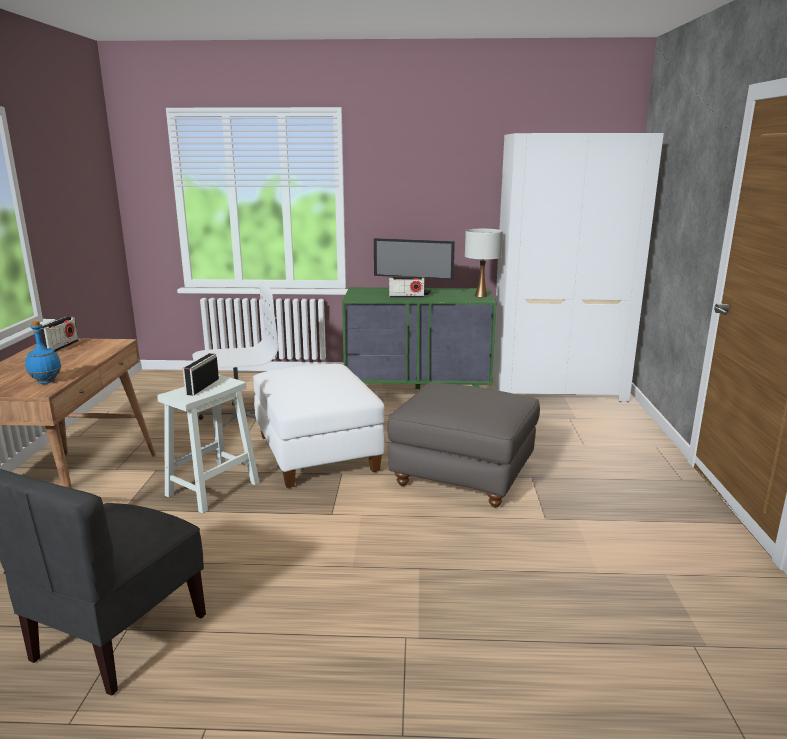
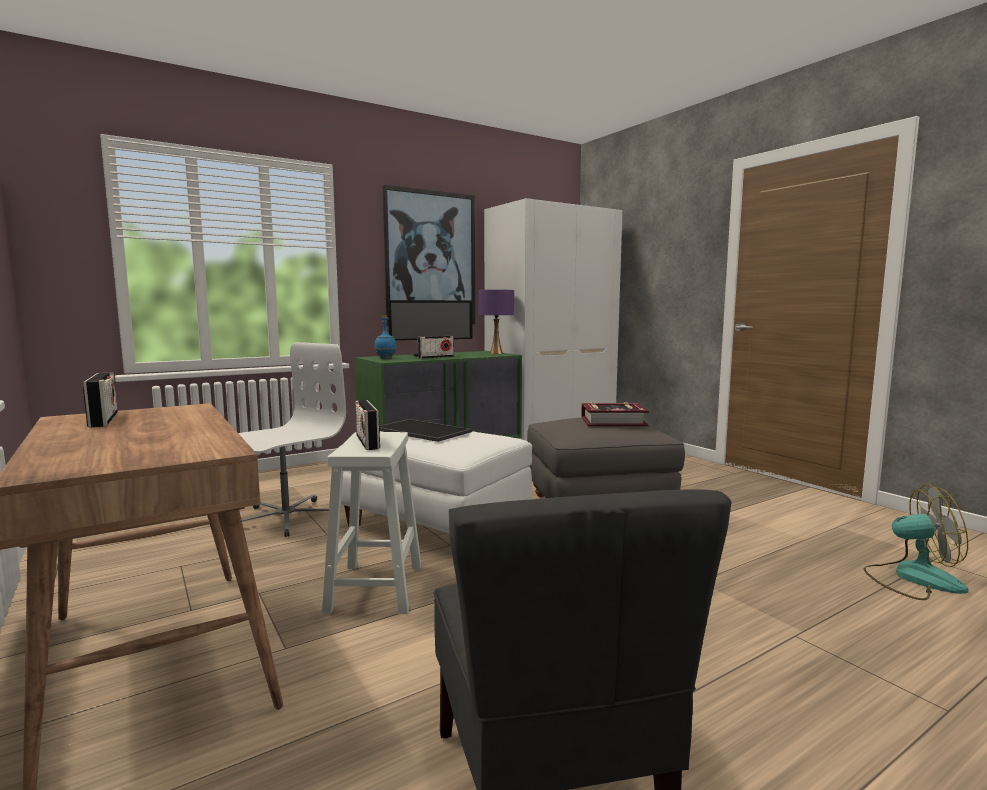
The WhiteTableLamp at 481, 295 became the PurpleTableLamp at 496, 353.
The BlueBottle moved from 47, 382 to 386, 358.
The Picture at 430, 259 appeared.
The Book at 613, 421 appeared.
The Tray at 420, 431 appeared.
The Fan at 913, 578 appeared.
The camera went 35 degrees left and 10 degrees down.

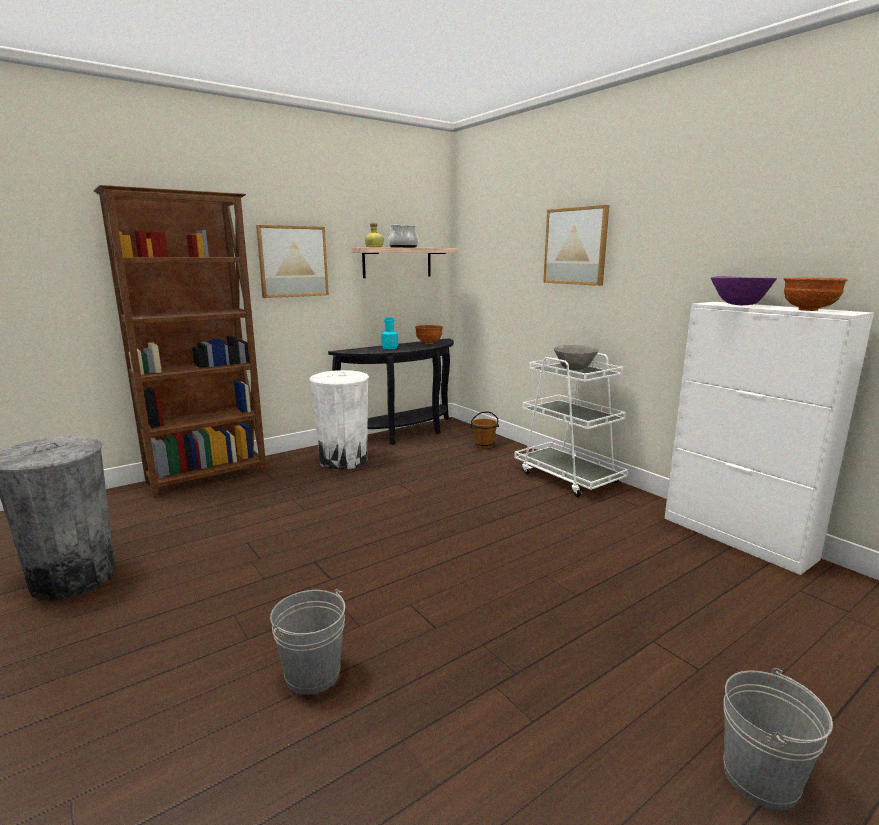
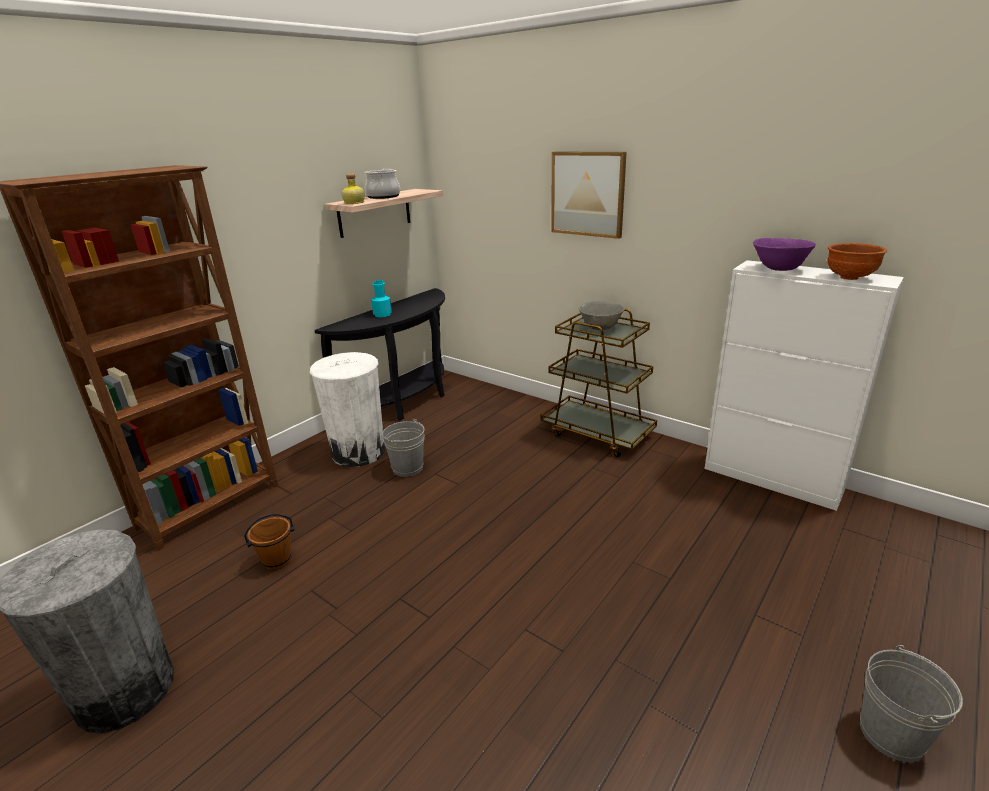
The Picture at 293, 261 disappeared.
The BrownBowl at 429, 343 disappeared.
The WhiteCart at 568, 477 became the BrownCart at 598, 433.
The BrownBucket moved from 484, 446 to 277, 560.
The GreyBucket moved from 312, 674 to 407, 468.
The camera went 15 degrees left and 10 degrees up.

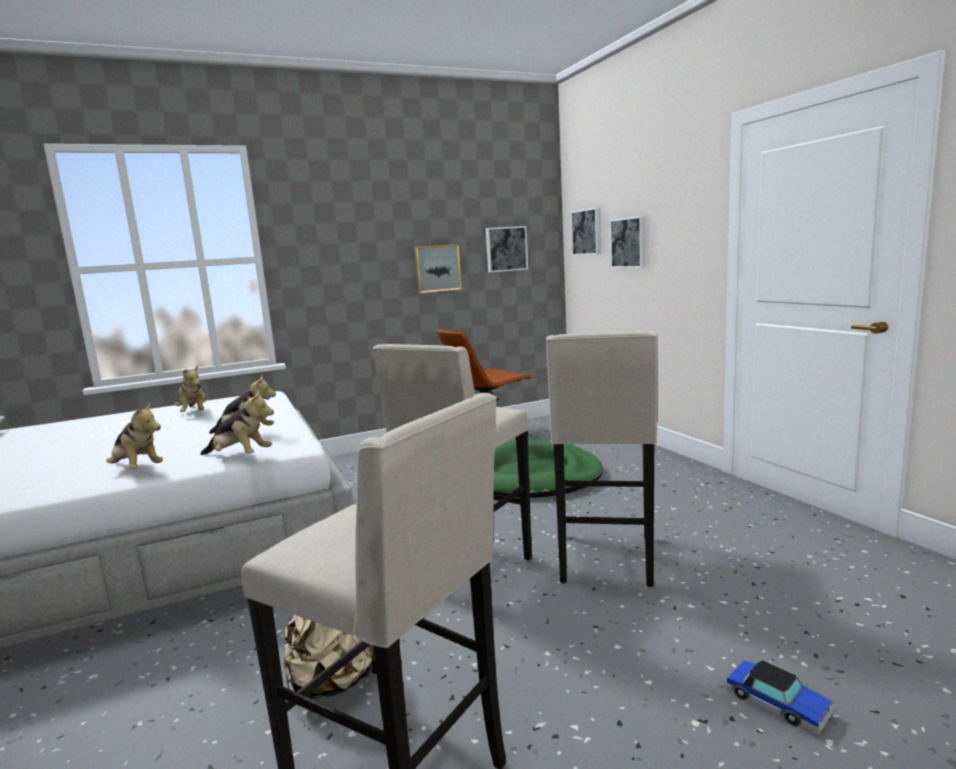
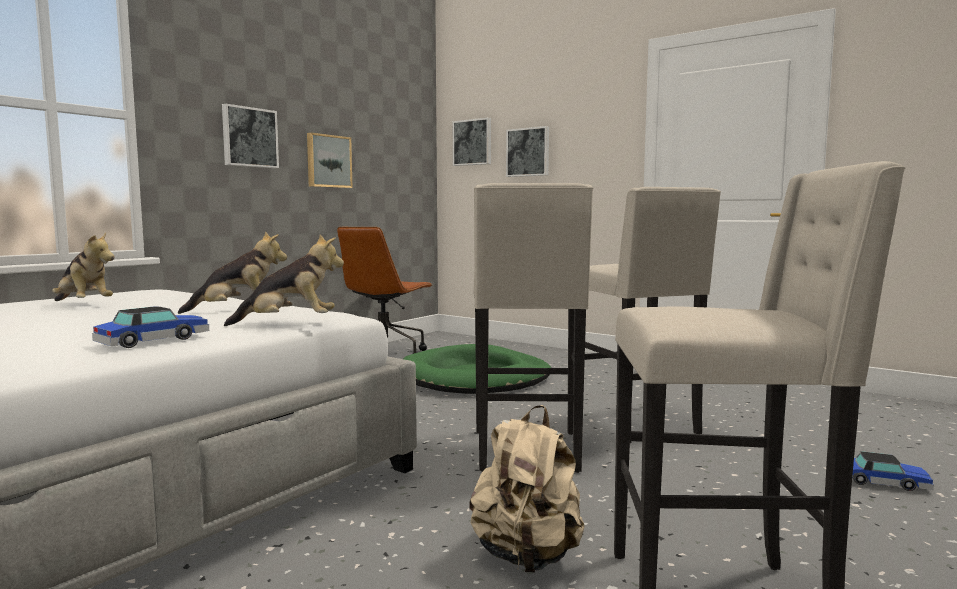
The Picture moved from 506, 249 to 249, 137.
The PlushToy at 136, 469 was replaced by the ToyCar at 153, 340.
The camera went 30 degrees left and 5 degrees down.

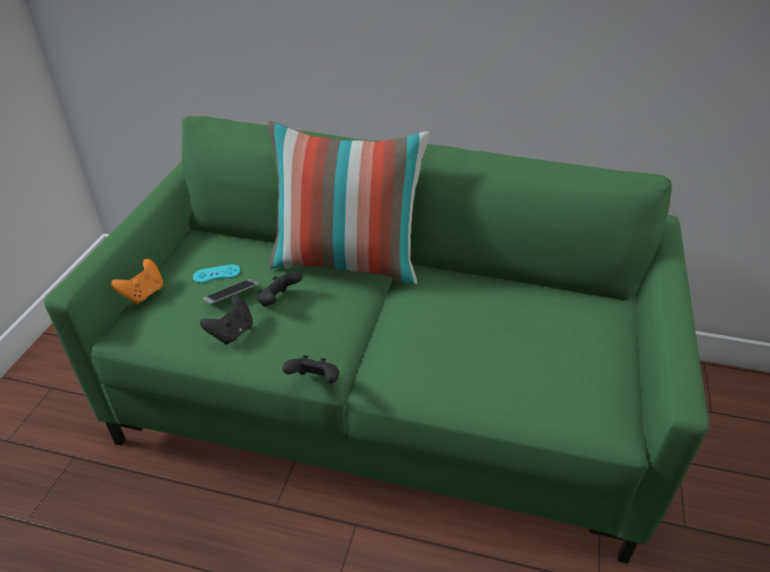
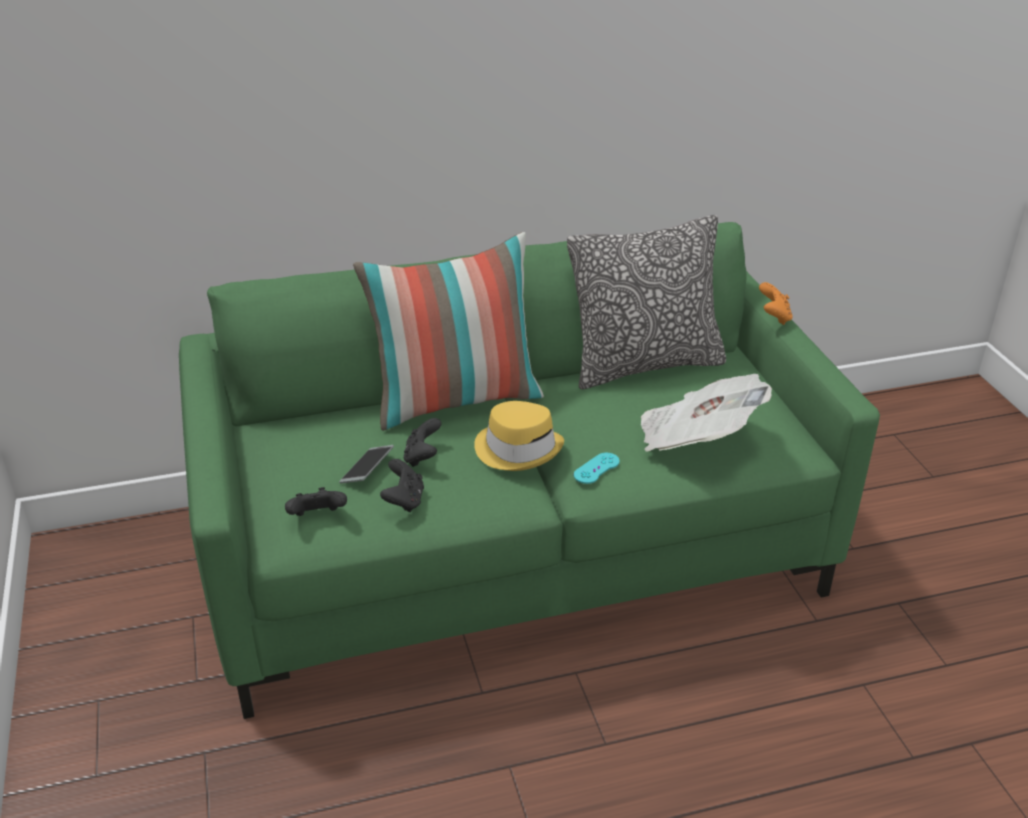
The OrangeGameController moved from 143, 294 to 774, 317.
The TurquoiseGameController moved from 216, 274 to 596, 468.
The BlackGameController moved from 315, 381 to 317, 517.
The Pillow at 644, 365 appeared.
The Newspaper at 696, 439 appeared.
The YellowHat at 518, 449 appeared.
The camera went 30 degrees left and 5 degrees down.

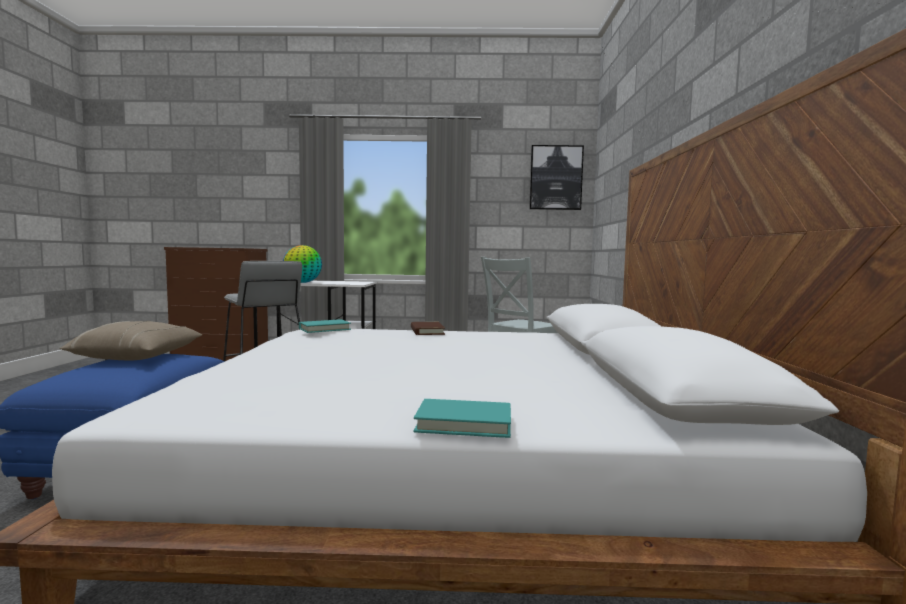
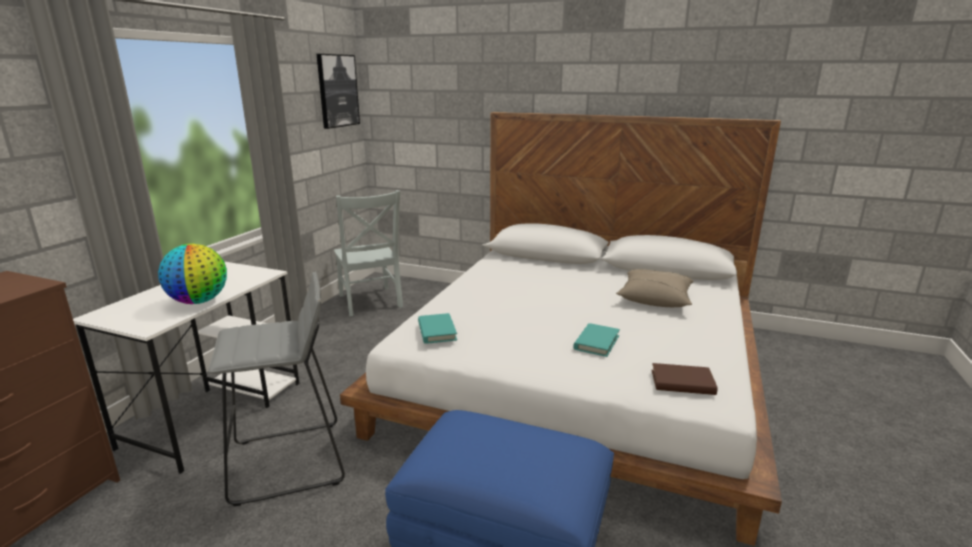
The BeigePillow moved from 138, 357 to 655, 299.
The BrownBook moved from 427, 331 to 682, 382.
The TurquoiseBook moved from 464, 423 to 596, 342.
The camera went 70 degrees left and 15 degrees up.

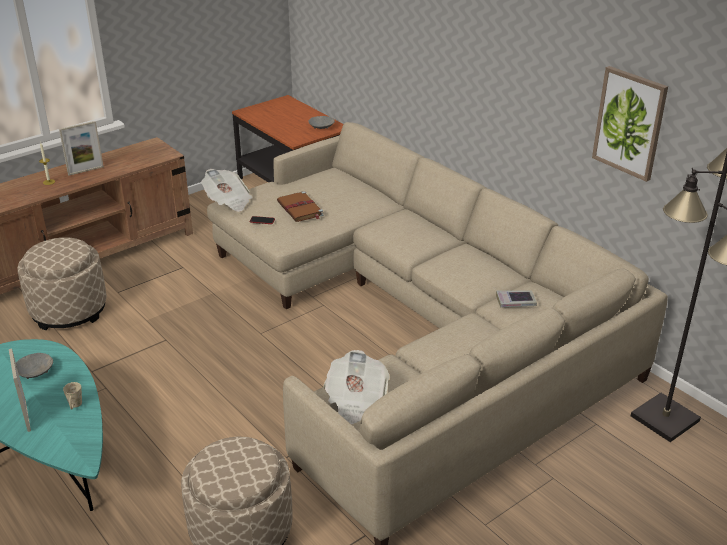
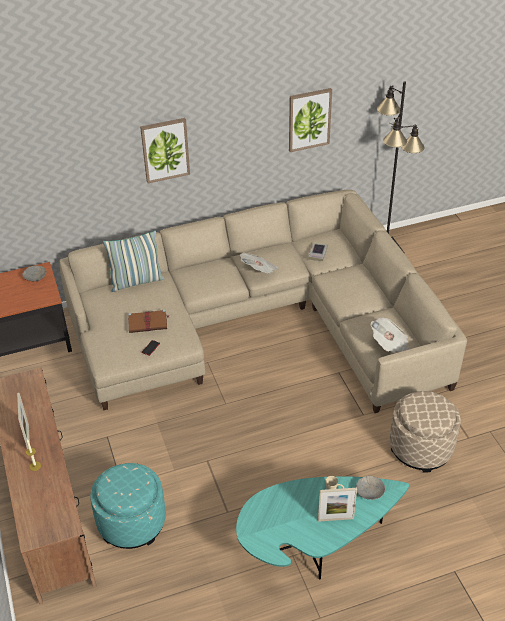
The Newspaper moved from 228, 201 to 259, 271.
The BeigeOttoman at 69, 310 became the TurquoiseOttoman at 132, 522.
The GreyBowl moved from 35, 371 to 369, 491.
The Picture at 165, 150 appeared.
The Pillow at 136, 281 appeared.
The camera went 70 degrees left and 10 degrees up.

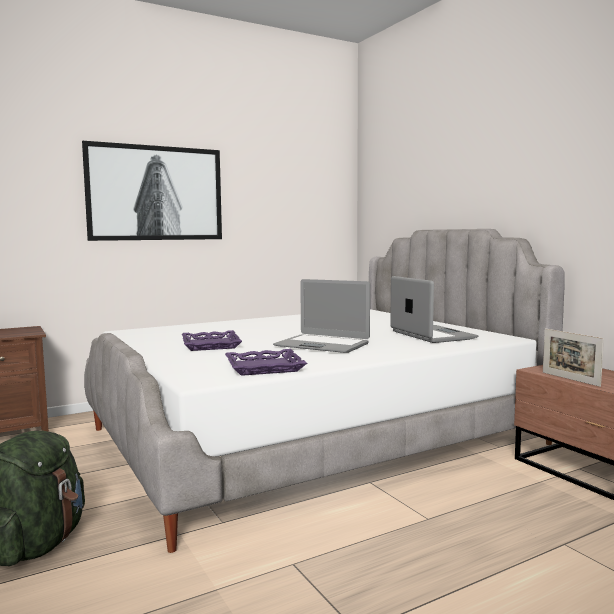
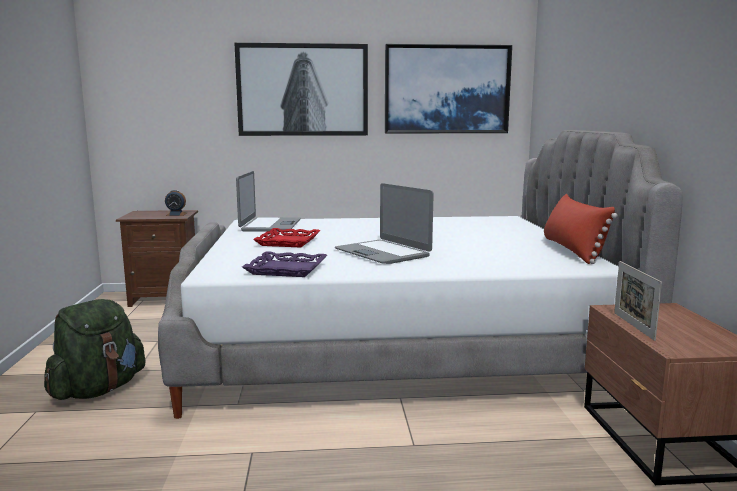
The Laptop moved from 431, 335 to 270, 225.
The PurpleTray at 210, 345 became the RedTray at 287, 242.
The Picture at 446, 89 appeared.
The AlarmClock at 176, 214 appeared.
The RedPillow at 572, 250 appeared.
The camera went 25 degrees right and 5 degrees up.

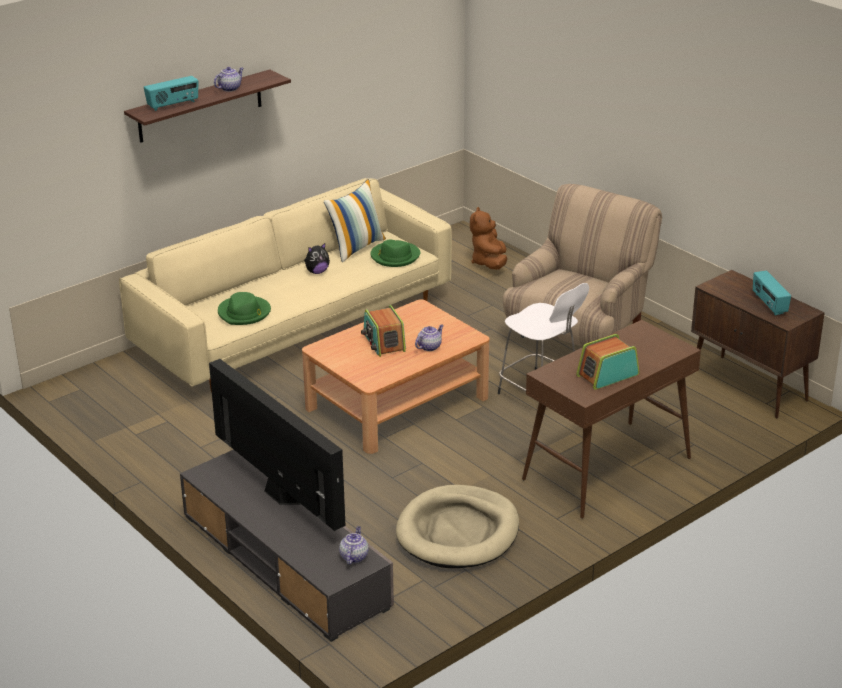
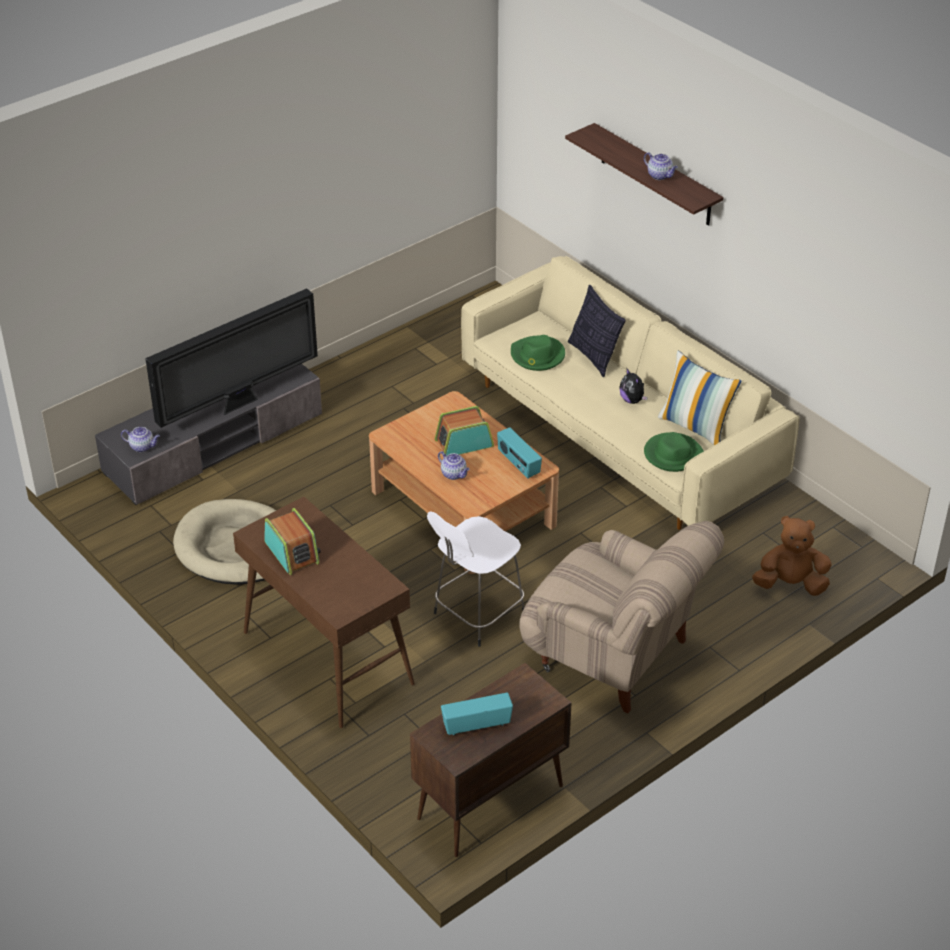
The Radio moved from 173, 105 to 518, 464.
The Pillow at 594, 357 appeared.
The camera went 90 degrees right and 10 degrees up.

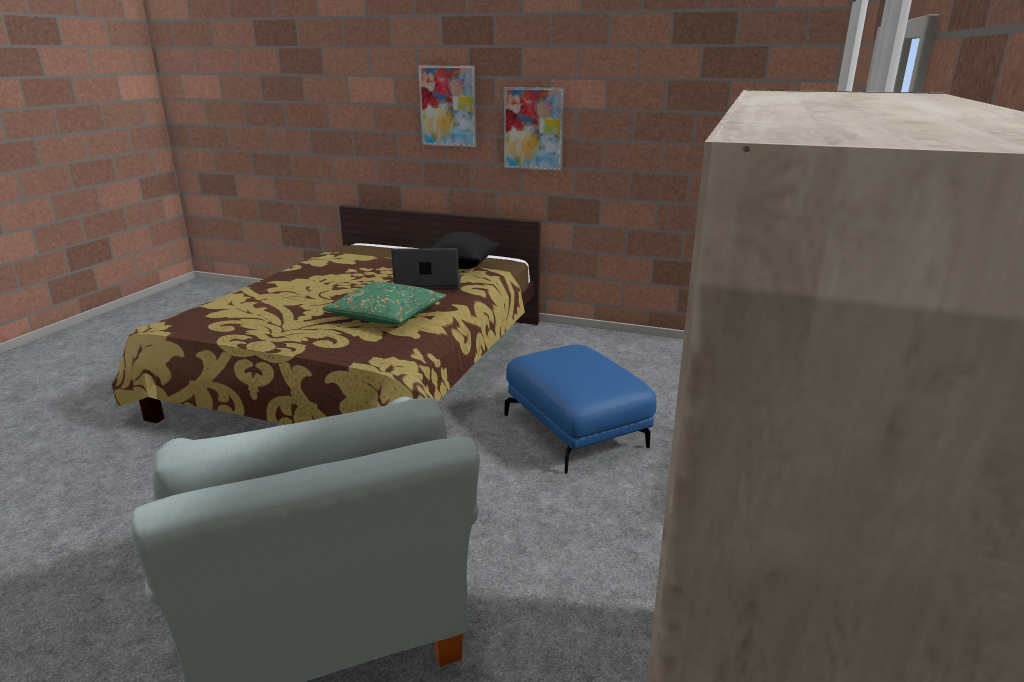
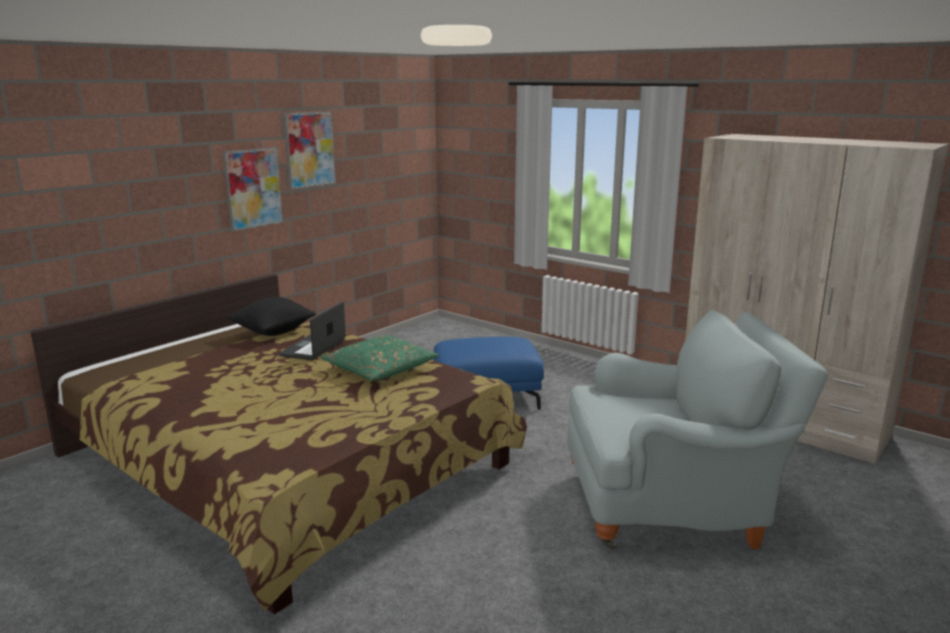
The Picture moved from 448, 106 to 309, 149.
The camera went 70 degrees left and 5 degrees down.

